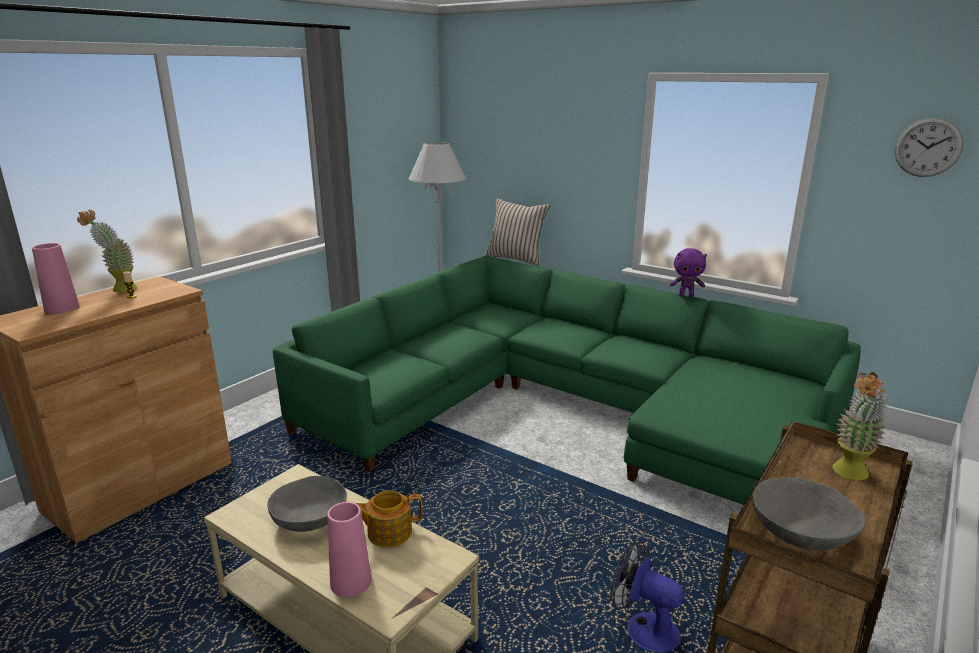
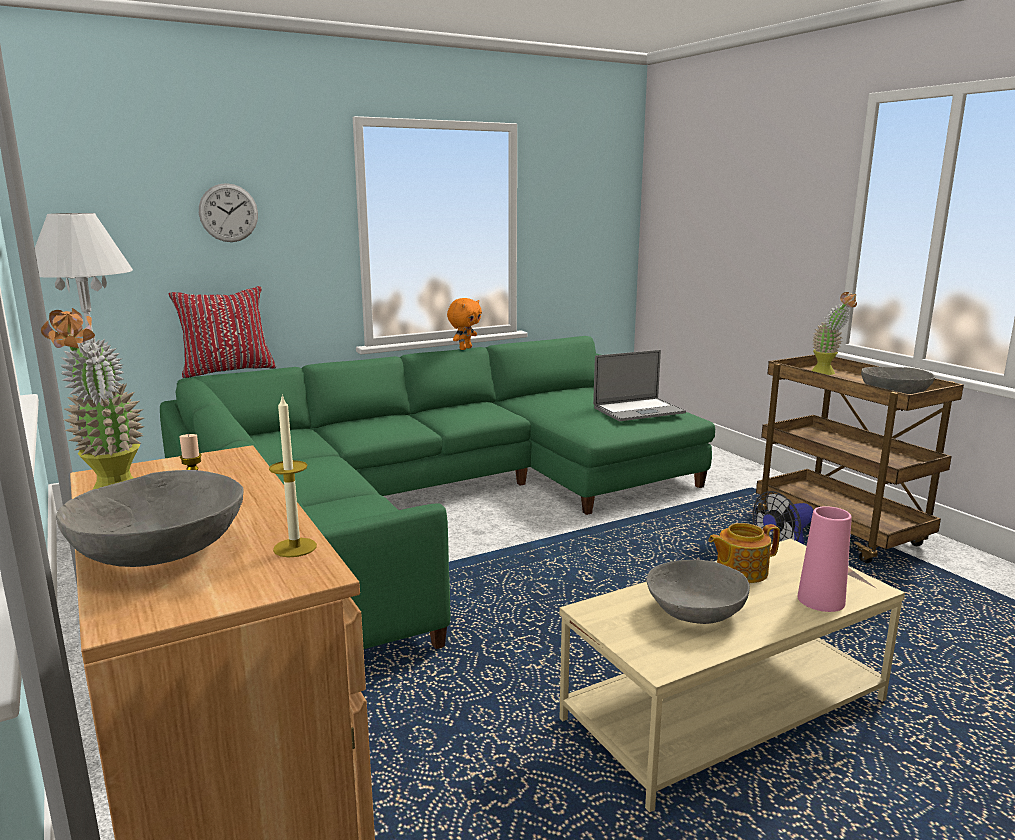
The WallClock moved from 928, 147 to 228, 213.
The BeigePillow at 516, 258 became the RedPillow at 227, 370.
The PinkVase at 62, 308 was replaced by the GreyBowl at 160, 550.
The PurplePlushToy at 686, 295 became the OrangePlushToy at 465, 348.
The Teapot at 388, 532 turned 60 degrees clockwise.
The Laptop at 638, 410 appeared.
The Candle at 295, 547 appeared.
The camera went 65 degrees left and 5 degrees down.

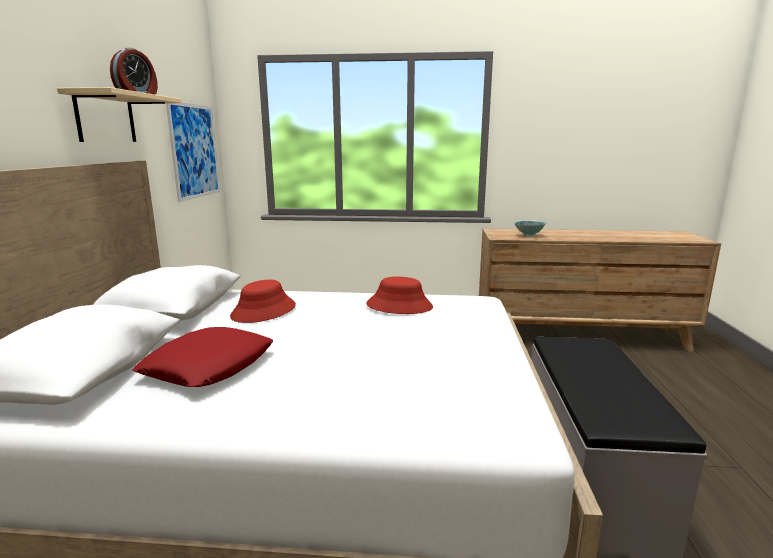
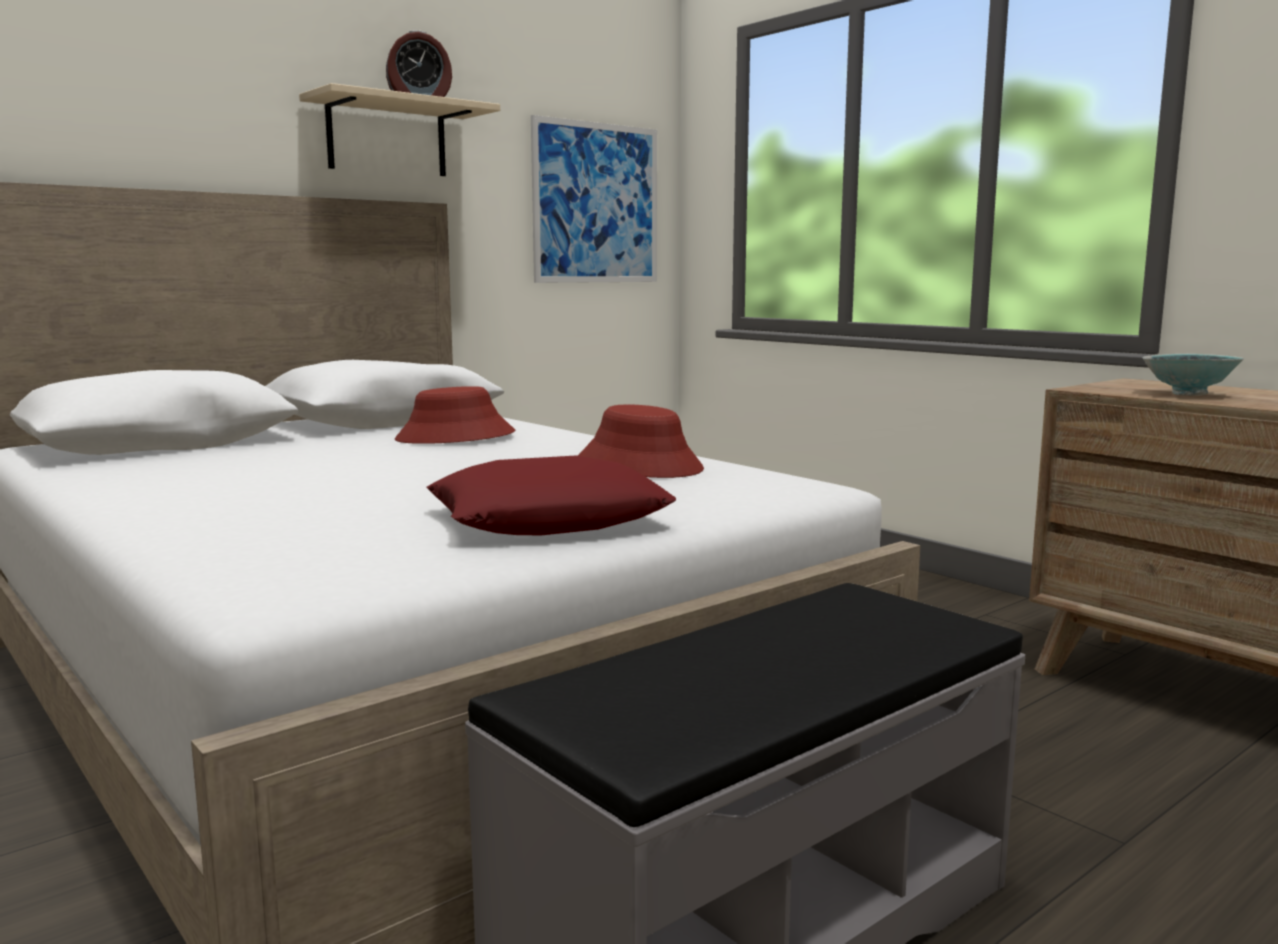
The RedPillow moved from 209, 366 to 549, 518.
The camera went 45 degrees right and 5 degrees down.

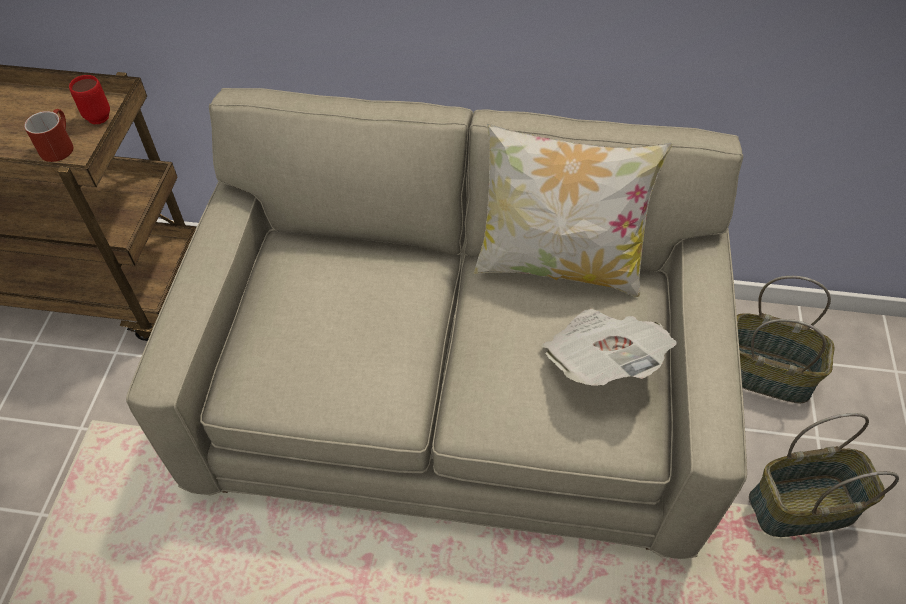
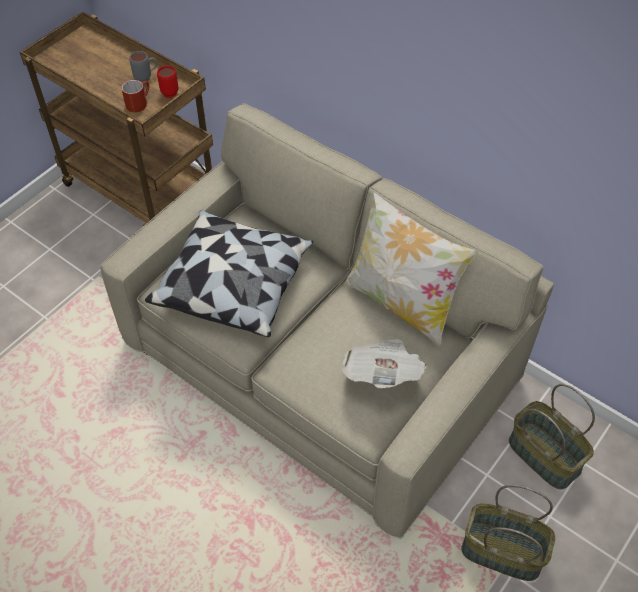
The GreyMug at 146, 78 appeared.
The Pillow at 233, 285 appeared.
The camera went 30 degrees right and 0 degrees up.

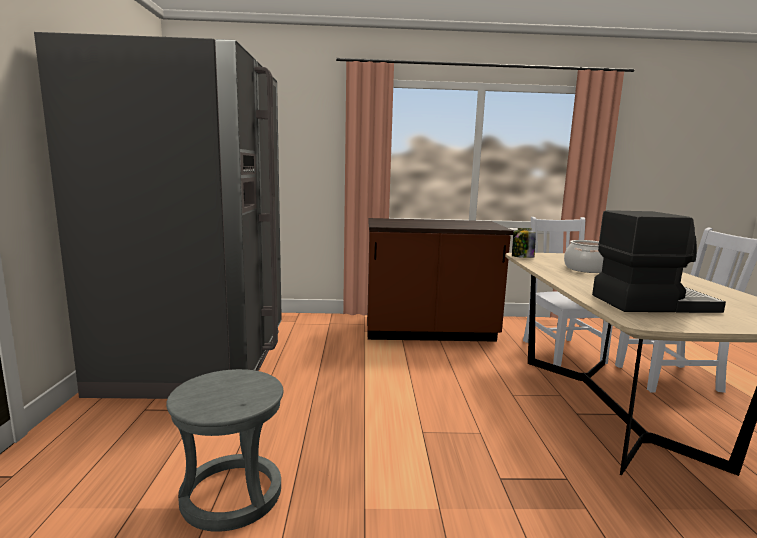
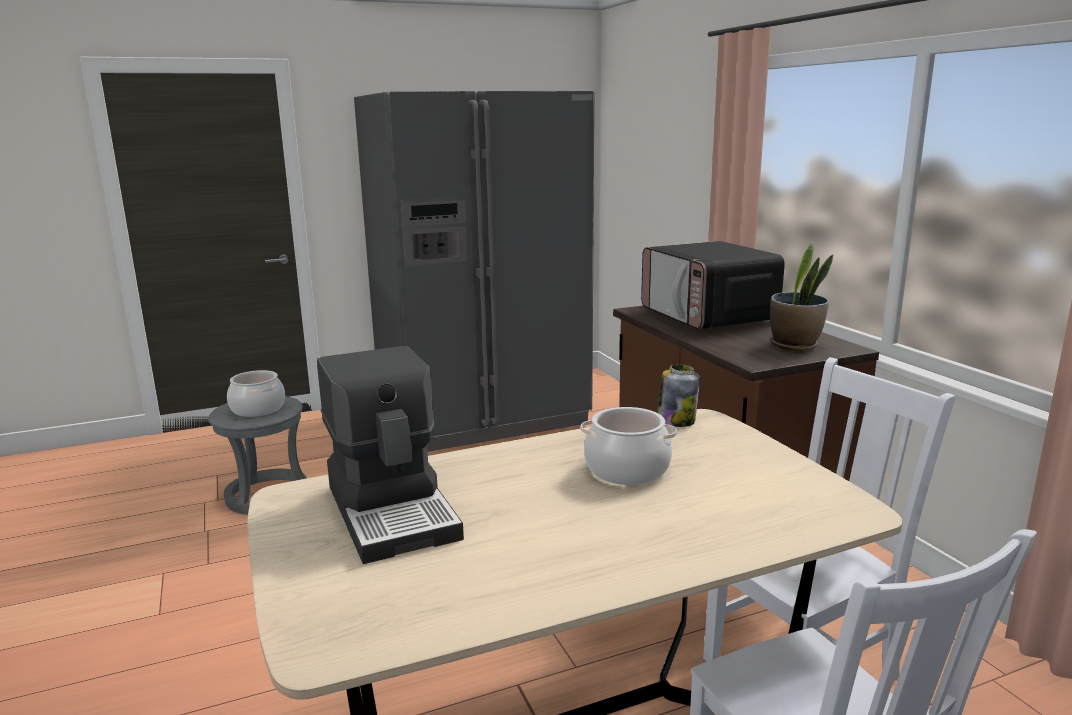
The Microwave at 708, 316 appeared.
The PottedPlant at 795, 345 appeared.
The CookingPot at 257, 409 appeared.
The camera went 70 degrees right and 5 degrees up.

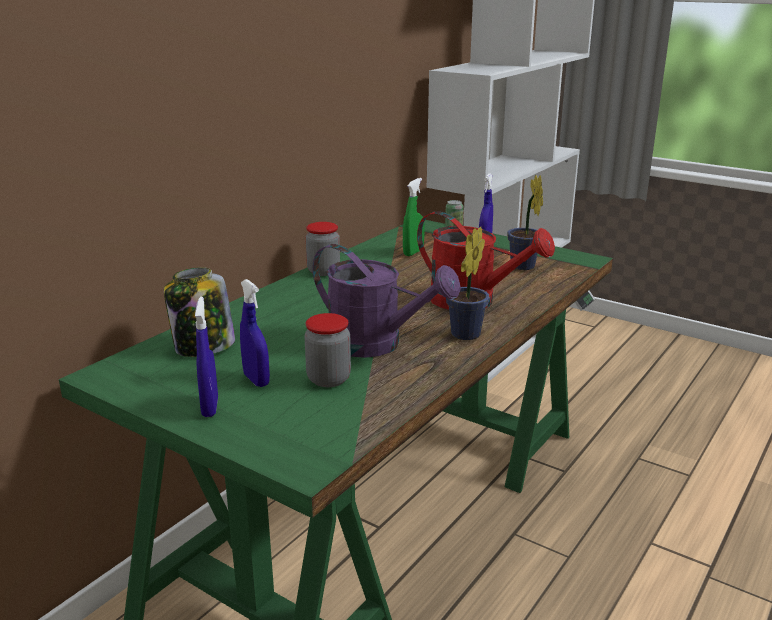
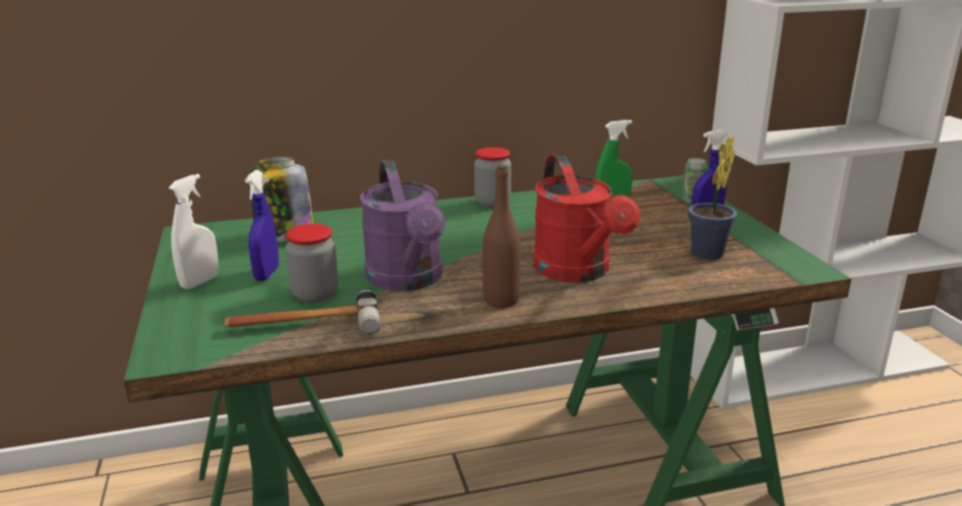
The PottedPlant at 463, 335 was replaced by the BrownBottle at 501, 301.
The BlueSprayBottle at 210, 407 became the WhiteSprayBottle at 200, 282.
The Hammer at 303, 325 appeared.
The camera went 40 degrees right and 0 degrees up.

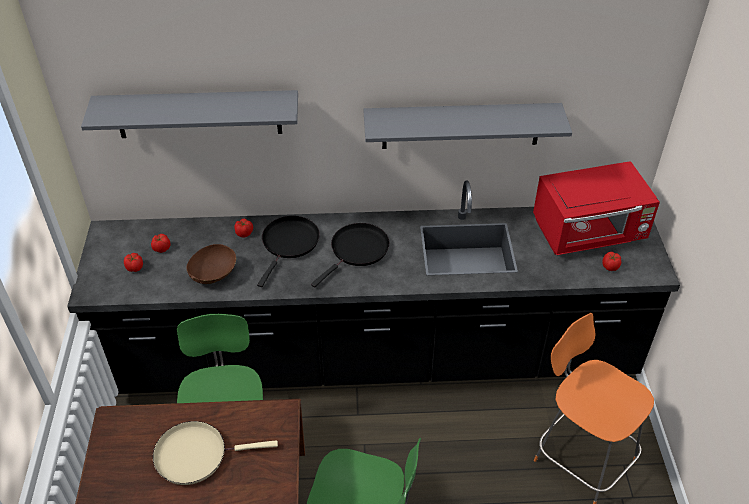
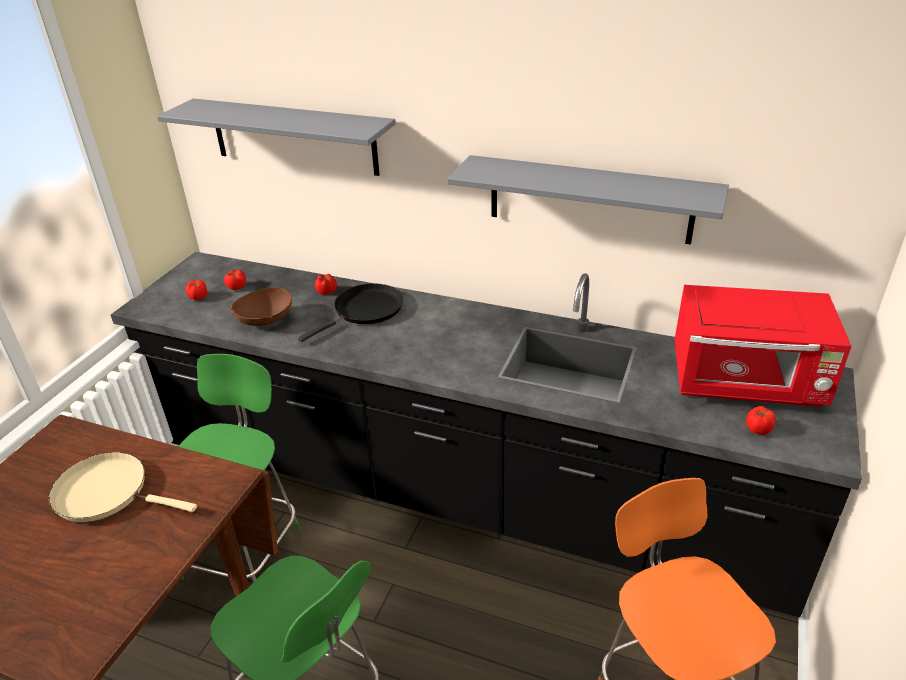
The BlackFryingPan at 357, 250 disappeared.
The camera went 25 degrees right and 10 degrees down.

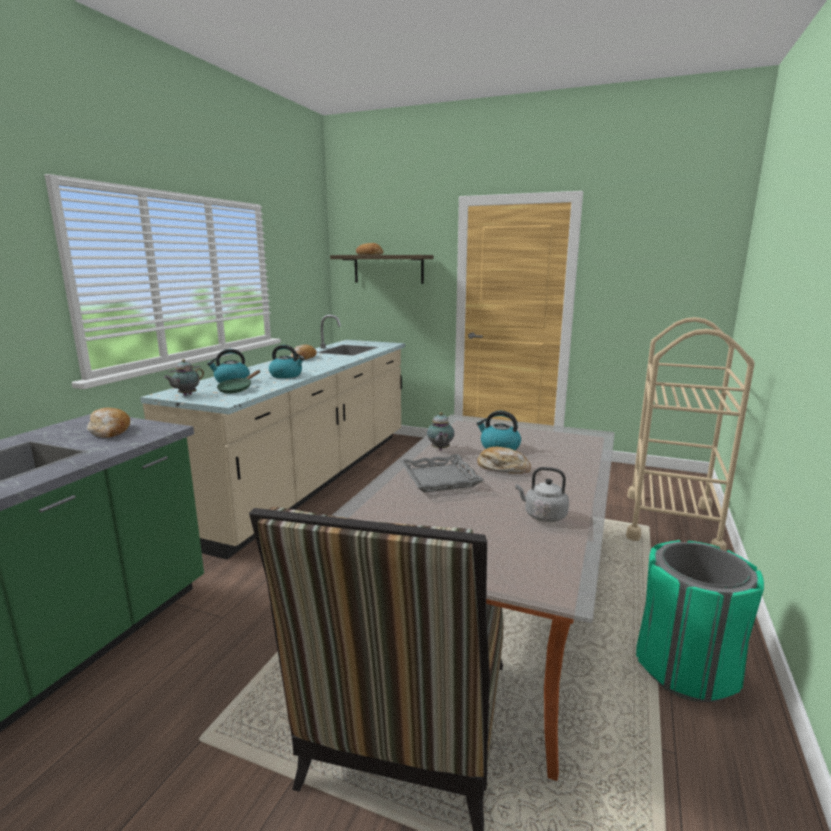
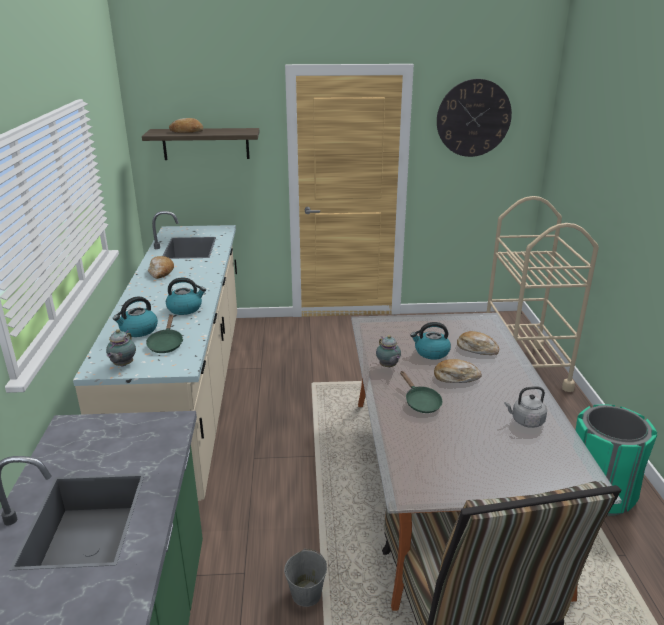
The Bread moved from 110, 431 to 477, 348.
The GreyTray at 439, 478 was replaced by the GreenFryingPan at 420, 402.
The WallClock at 473, 118 appeared.
The GreyBucket at 306, 593 appeared.
The camera went 25 degrees left and 10 degrees up.

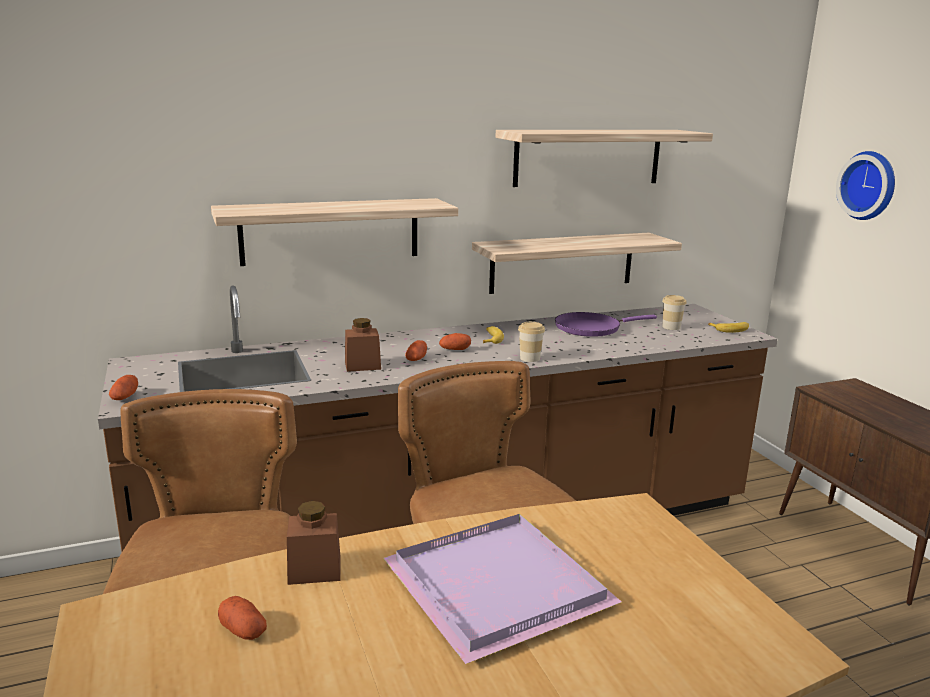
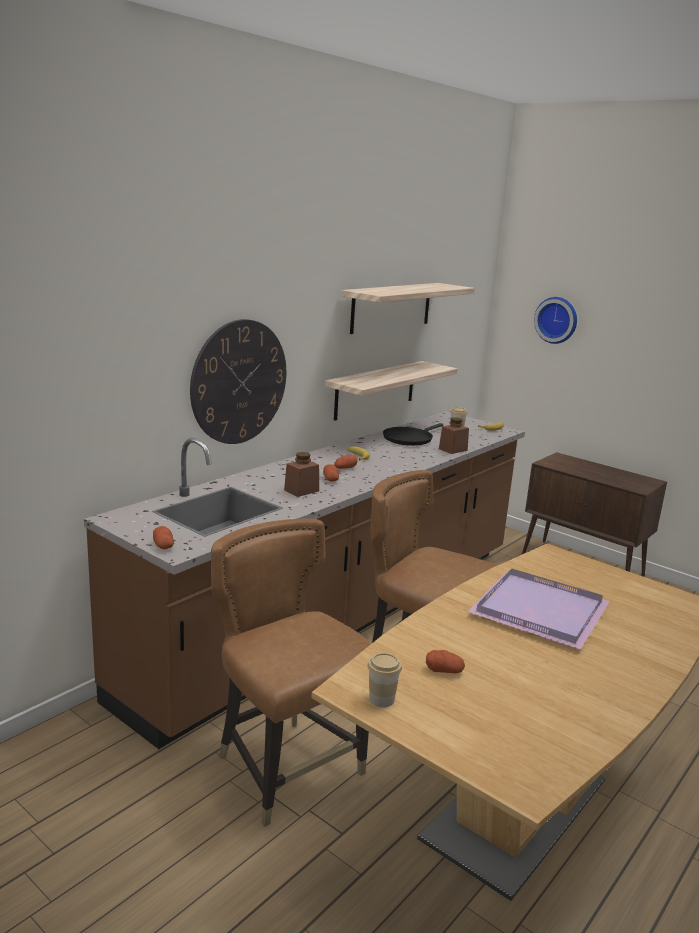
The Shelf at 330, 231 was replaced by the WallClock at 239, 382.
The PurpleFryingPan at 591, 328 became the BlackFryingPan at 409, 438.
The Cup moved from 530, 358 to 381, 699.
The BrownJar moved from 314, 570 to 453, 449.
The camera went 30 degrees left and 0 degrees up.

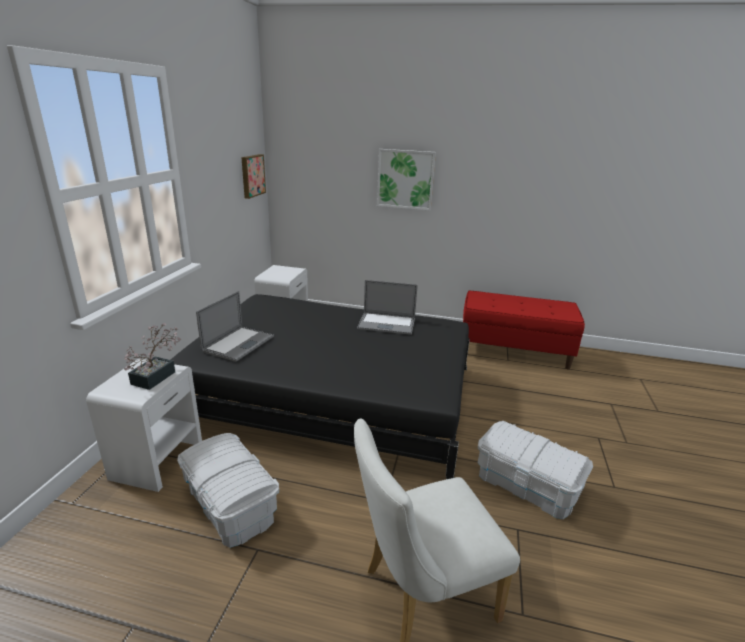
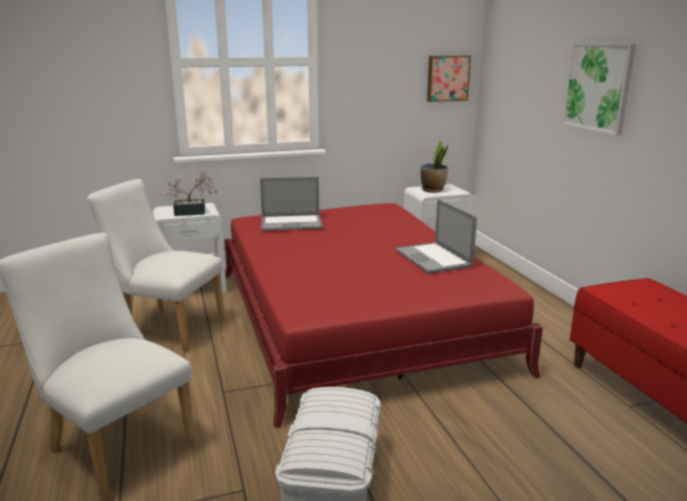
The BlackBed at 332, 395 became the RedBed at 354, 317.
The WhiteStorageBox at 230, 505 was replaced by the WhiteChair at 166, 328.
The PottedPlant at 433, 190 appeared.
The camera went 60 degrees right and 5 degrees down.

